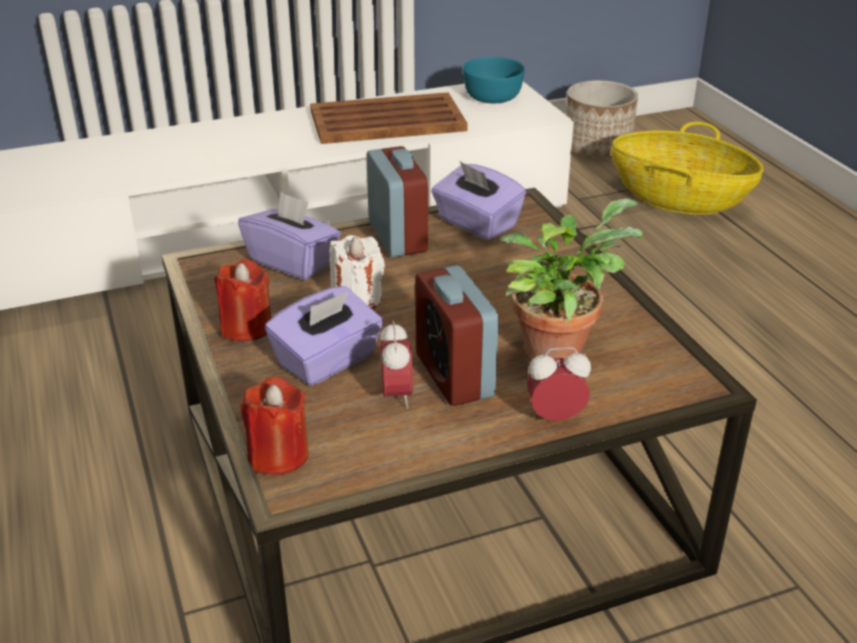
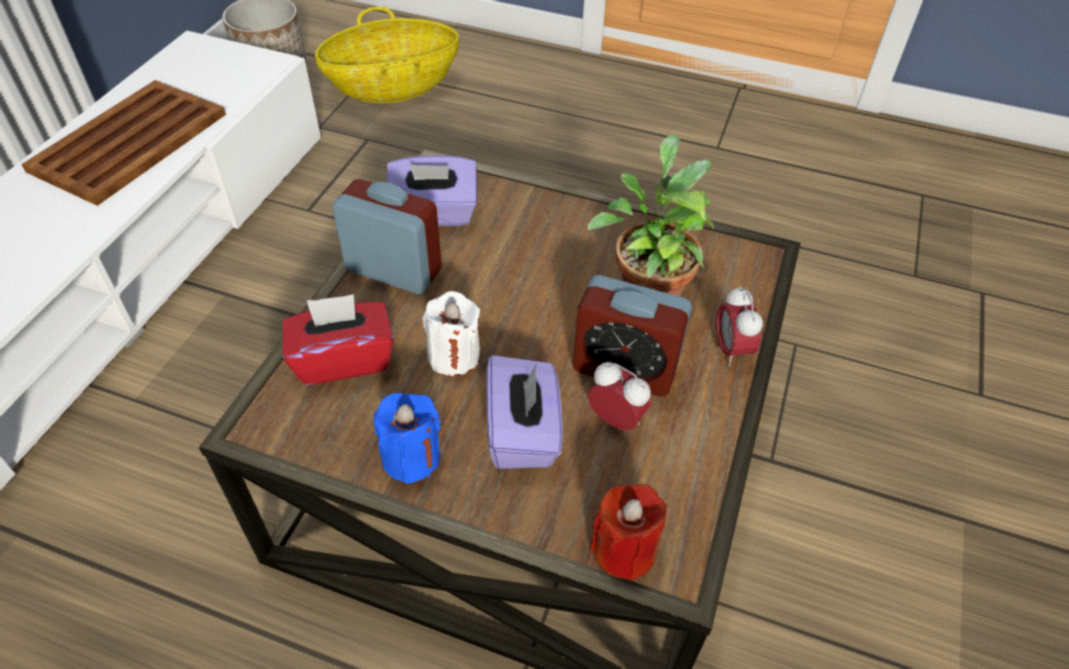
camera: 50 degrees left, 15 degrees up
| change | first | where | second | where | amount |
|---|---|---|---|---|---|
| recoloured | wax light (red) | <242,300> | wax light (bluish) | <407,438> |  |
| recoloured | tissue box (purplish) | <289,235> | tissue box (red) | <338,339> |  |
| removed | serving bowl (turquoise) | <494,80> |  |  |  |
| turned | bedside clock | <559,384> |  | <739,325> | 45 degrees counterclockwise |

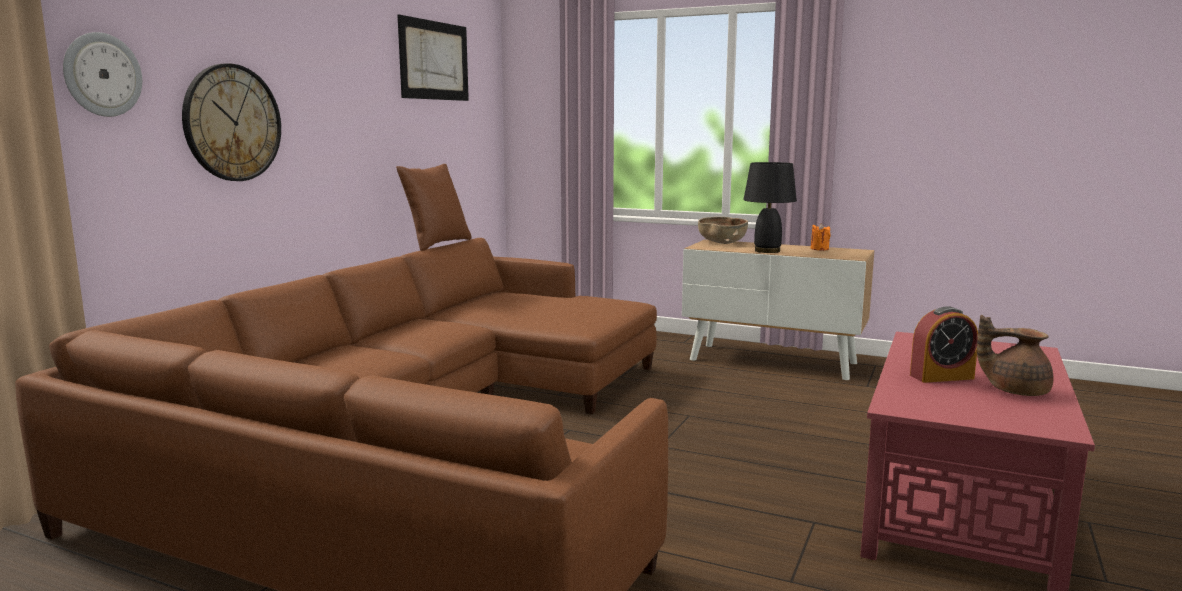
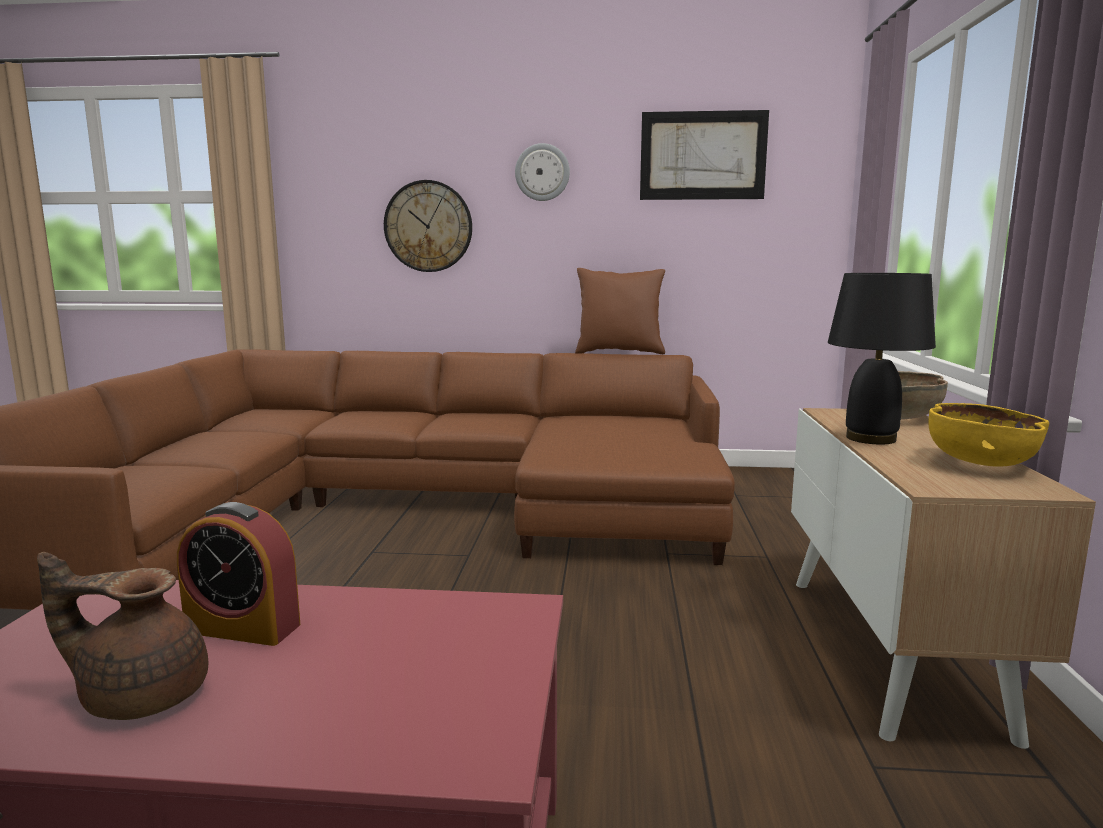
camera: 70 degrees right, 0 degrees up
| change | first | where | second | where | amount |
|---|---|---|---|---|---|
| moved | wall clock | <102,74> |  | <542,172> |  |
| replaced | wax light (orange) | <820,237> | serving bowl (yellow-coloured) | <989,435> |  |
| turned | bedside clock | <944,344> |  | <238,574> | 45 degrees counterclockwise |
| turned | pot for tea (brownish) | <1015,355> |  | <122,636> | 90 degrees counterclockwise |

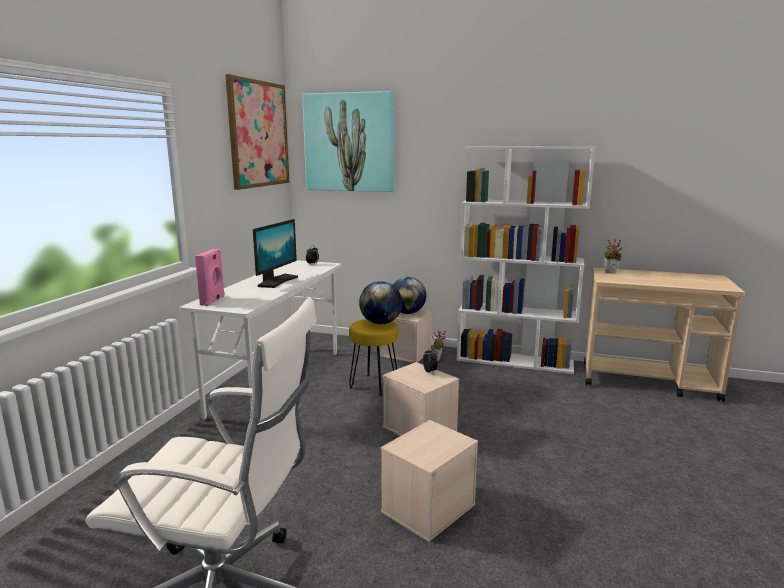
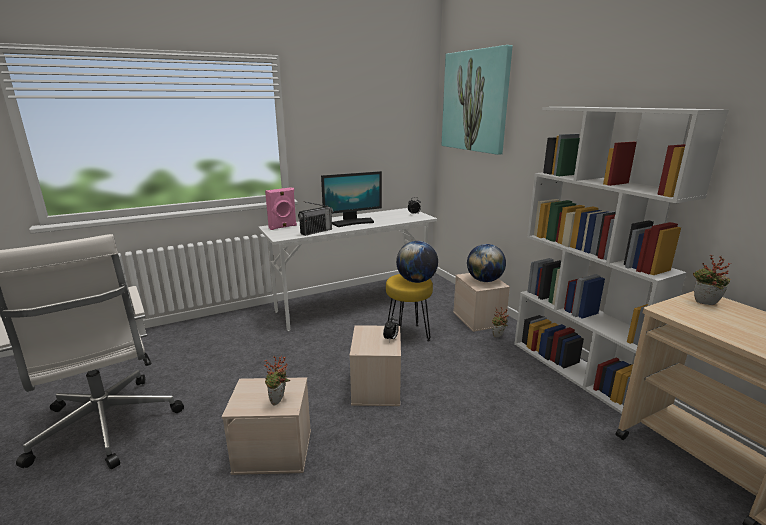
camera: 45 degrees right, 5 degrees up
| change | first | where | second | where | amount |
|---|---|---|---|---|---|
| removed | picture | <257,132> |  |  |  |
| added |  |  | potted plant | <277,381> |  |
| added |  |  | radio set | <315,218> |  |

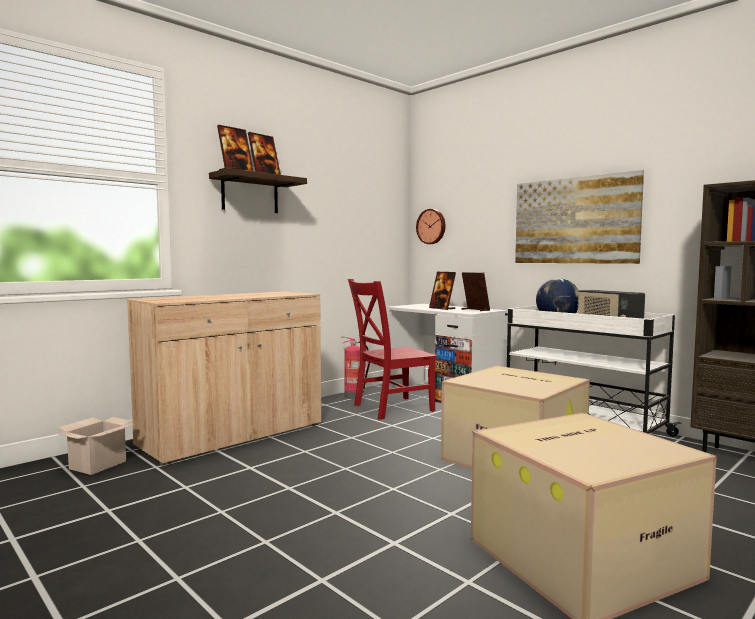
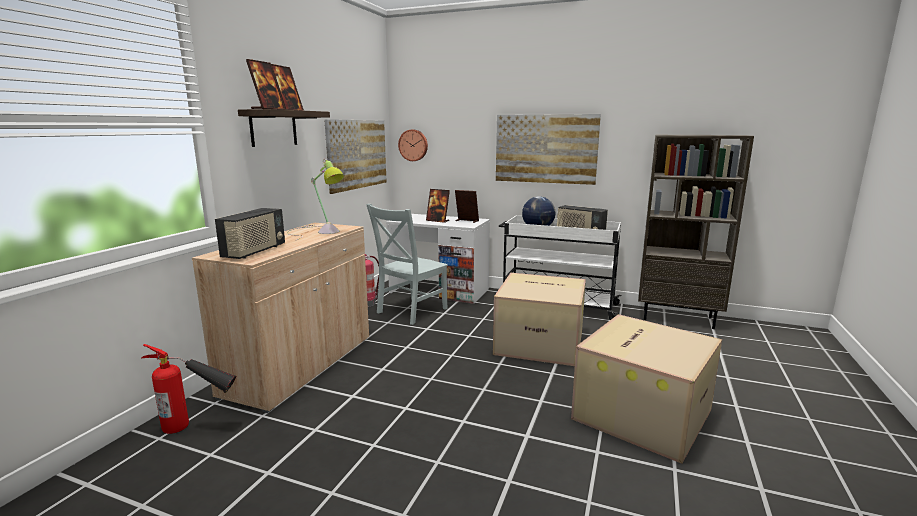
camera: 25 degrees left, 10 degrees up
| change | first | where | second | where | amount |
|---|---|---|---|---|---|
| replaced | cardboard box | <95,446> | fire extinguisher | <188,389> |  |
| recoloured | upright chair (red) | <392,349> | upright chair (grey) | <407,264> |  |
| added |  |  | radio set | <250,233> |  |
| added |  |  | tabletop lamp | <315,199> |  |
| added |  |  | picture | <355,156> |  |

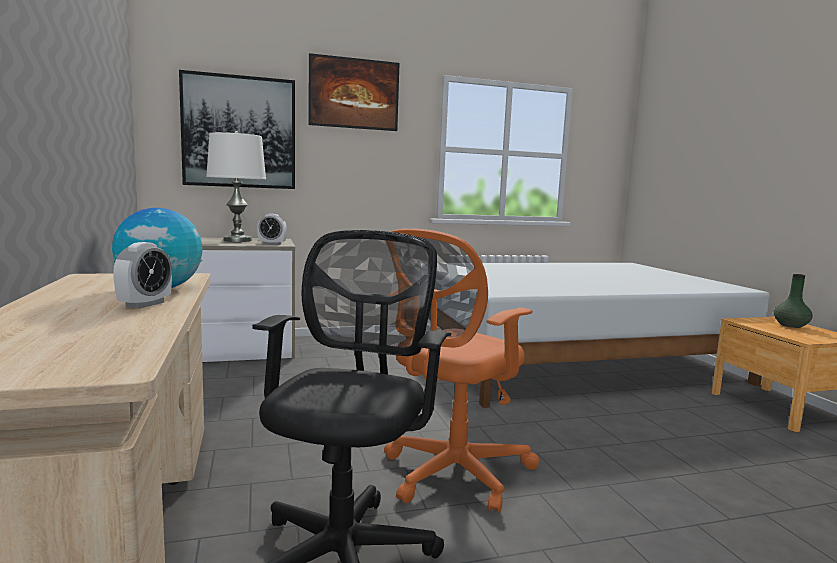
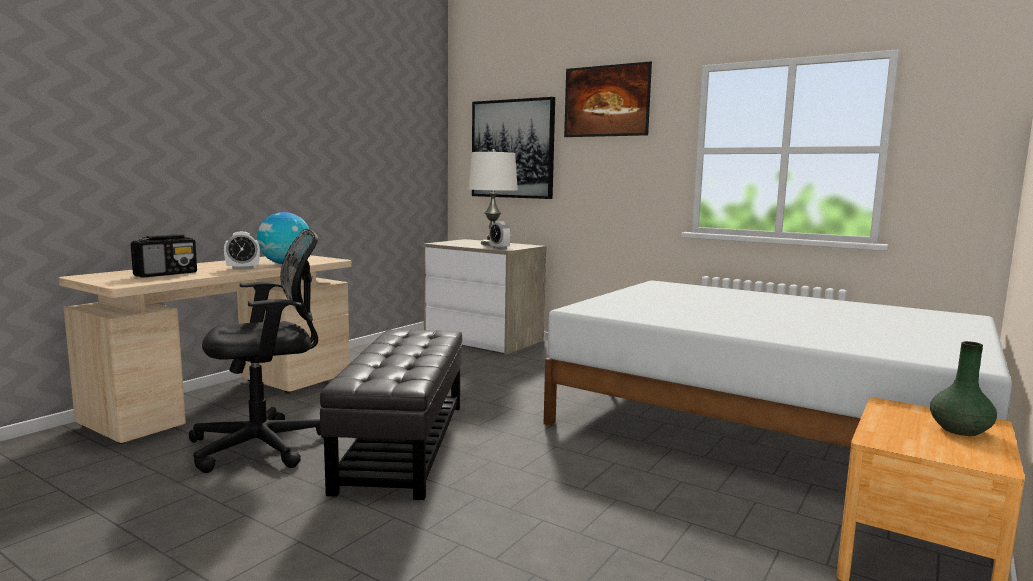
camera: 50 degrees right, 0 degrees up
| change | first | where | second | where | amount |
|---|---|---|---|---|---|
| replaced | computer chair (orange) | <461,371> | footrest (black) | <391,414> |  |
| added |  |  | radio set | <164,256> |  |

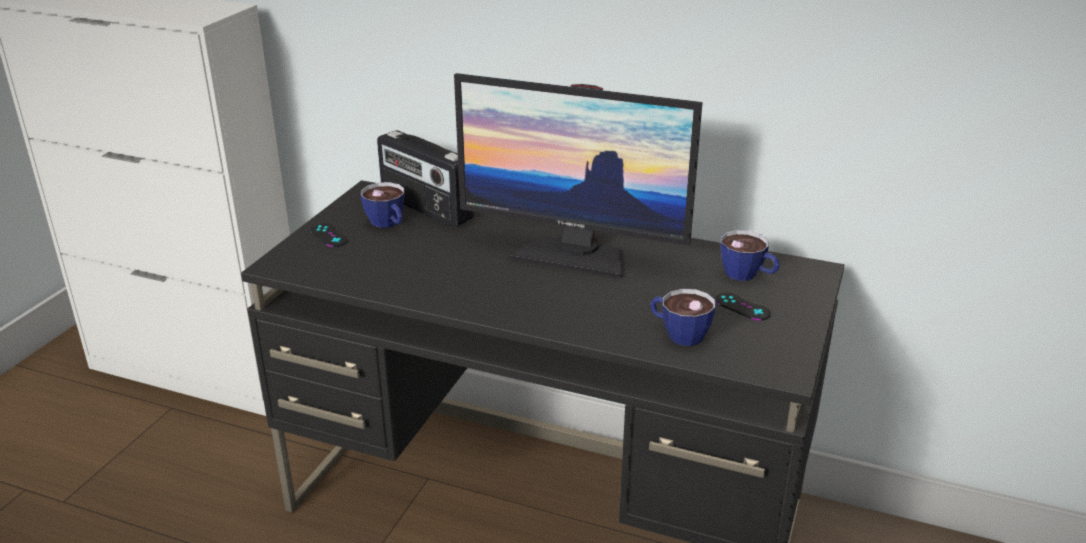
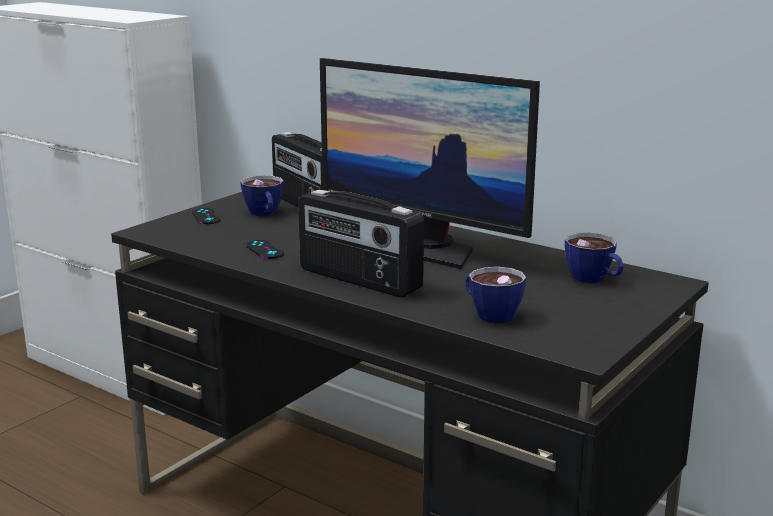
camera: 15 degrees right, 10 degrees down
| change | first | where | second | where | amount |
|---|---|---|---|---|---|
| moved | joypad (black) | <743,306> |  | <265,249> |  |
| added |  |  | radio set | <361,244> |  |

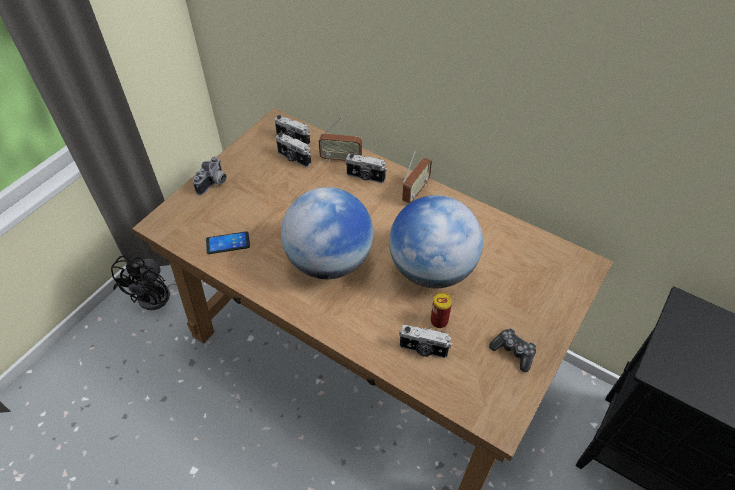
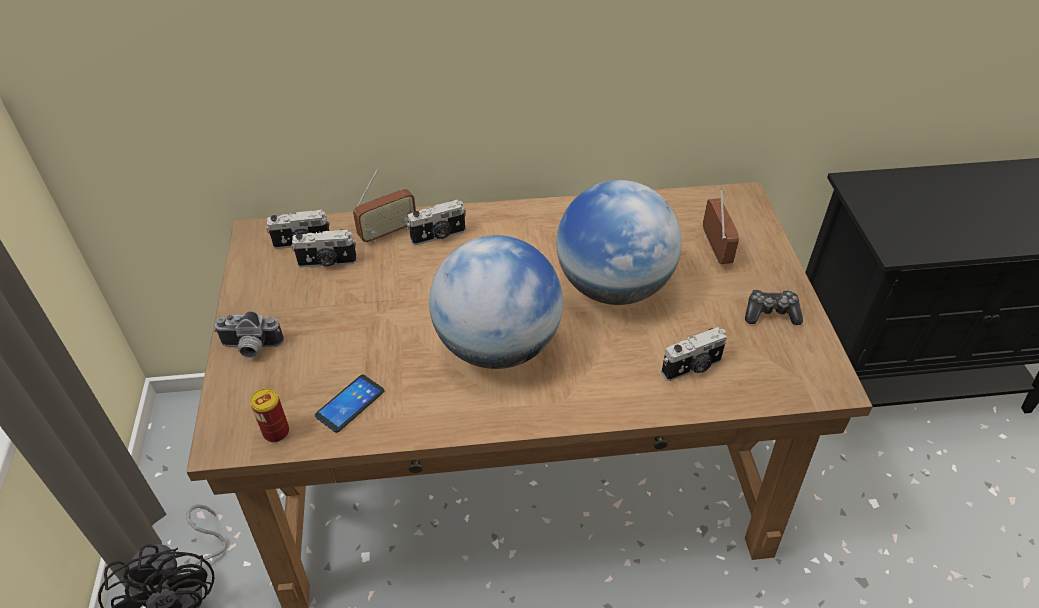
camera: 40 degrees left, 5 degrees down
| change | first | where | second | where | amount |
|---|---|---|---|---|---|
| turned | photo camera | <210,175> |  | <249,334> | 105 degrees clockwise |
| moved | radio set | <417,177> |  | <721,227> |  |
| moved | metal can | <441,310> |  | <269,415> |  |

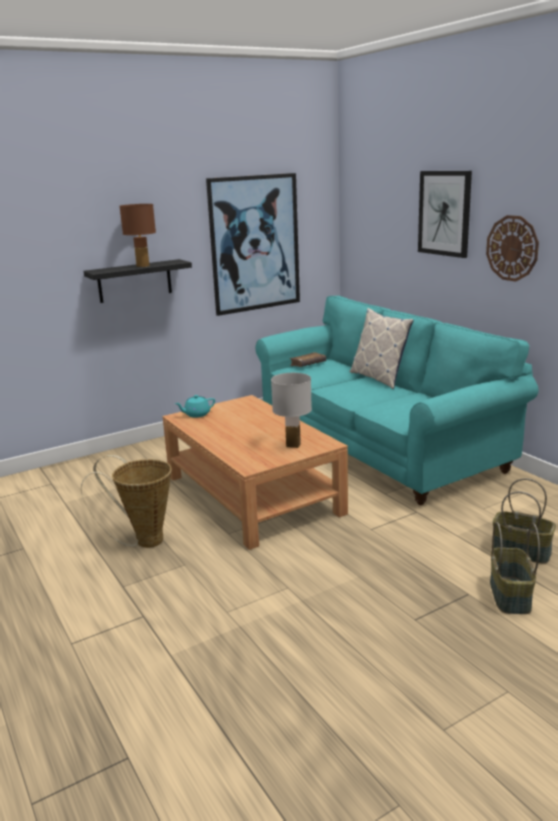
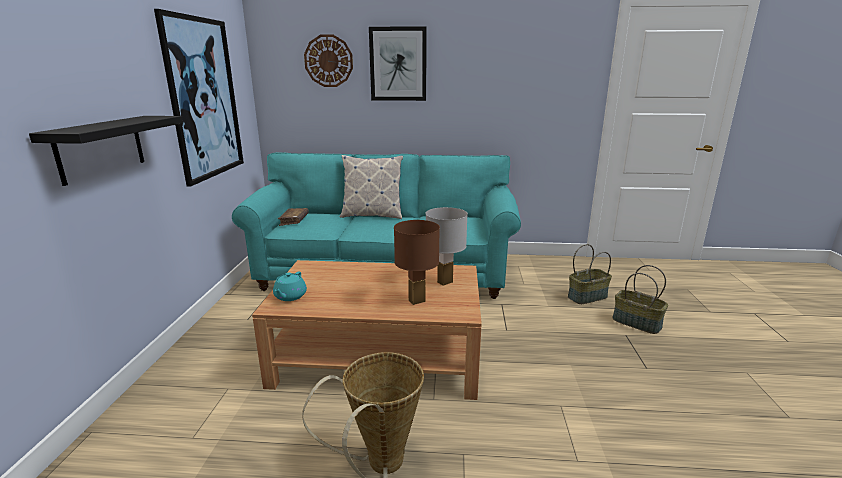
camera: 55 degrees left, 0 degrees up
| change | first | where | second | where | amount |
|---|---|---|---|---|---|
| moved | tabletop lamp (brownish) | <137,235> |  | <417,262> |  |
| moved | wall clock | <512,248> |  | <328,61> |  |

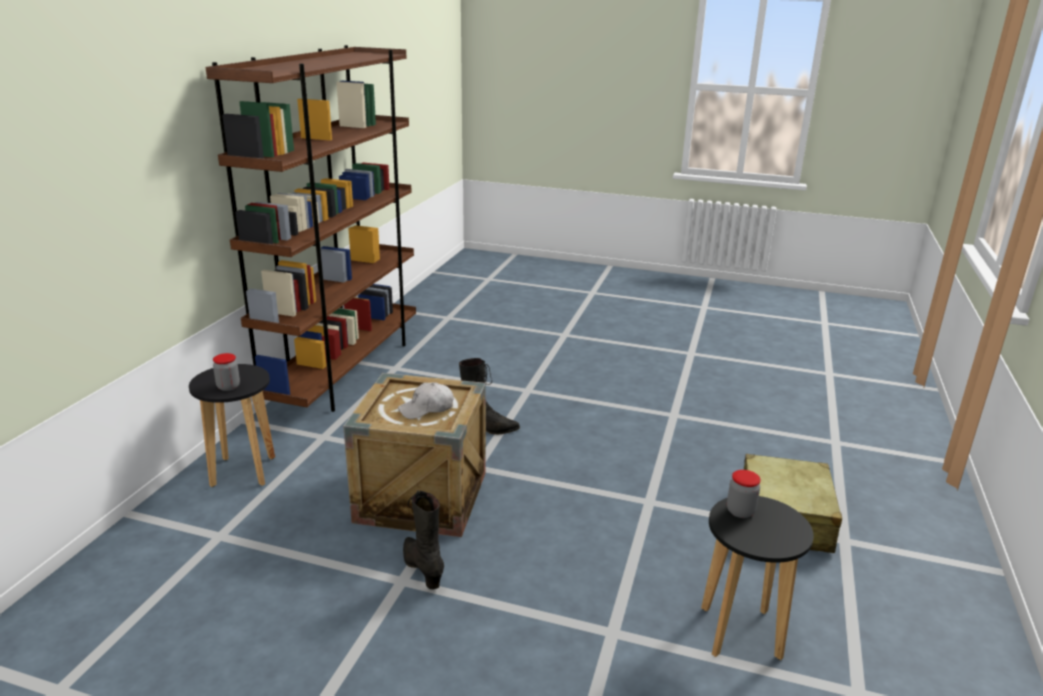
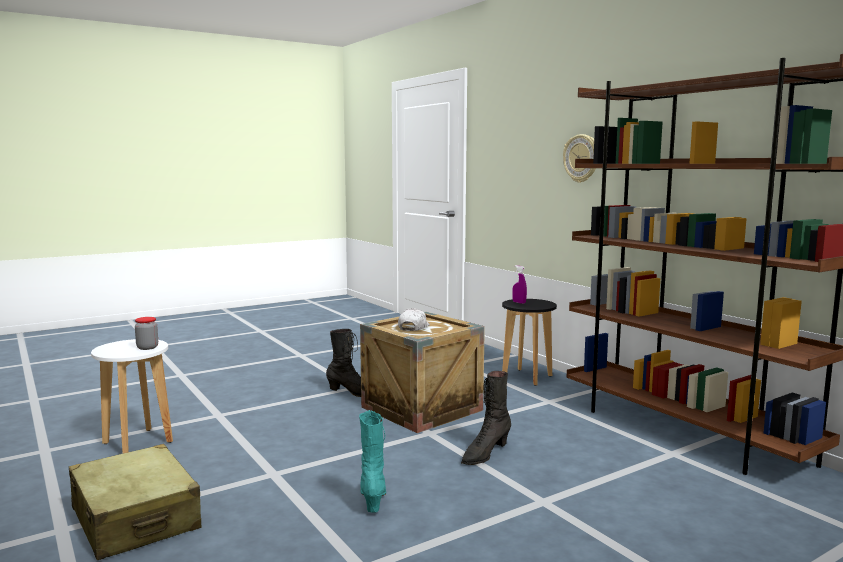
camera: 130 degrees right, 15 degrees down
| change | first | where | second | where | amount |
|---|---|---|---|---|---|
| replaced | preserve jar | <226,372> | sprayer (purplish) | <519,284> |  |
| recoloured | stool (black) | <757,578> | stool (white) | <132,396> |  |
| added |  |  | boot (turquoise) | <372,461> |  |
| added |  |  | wall clock | <579,158> |  |

